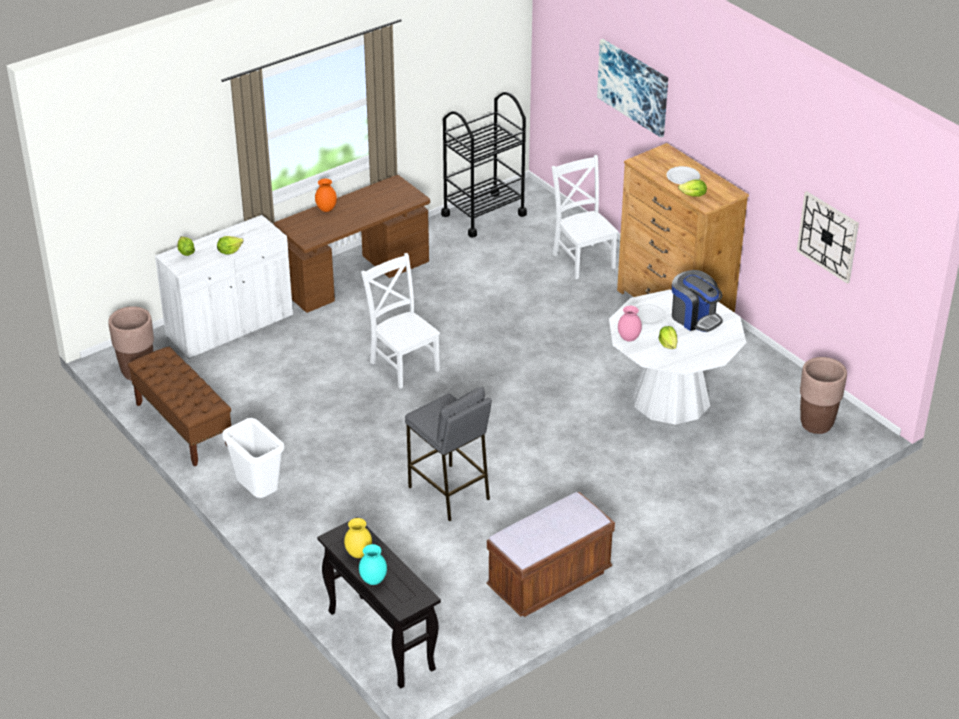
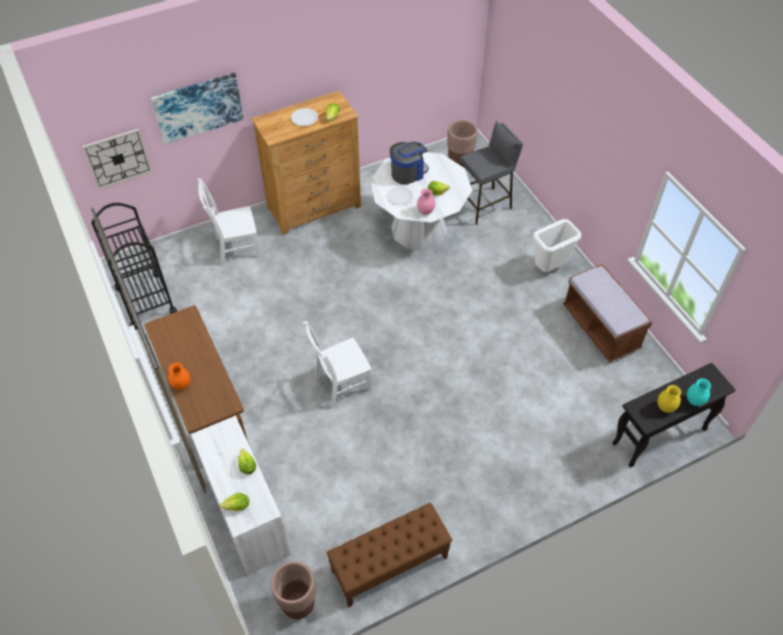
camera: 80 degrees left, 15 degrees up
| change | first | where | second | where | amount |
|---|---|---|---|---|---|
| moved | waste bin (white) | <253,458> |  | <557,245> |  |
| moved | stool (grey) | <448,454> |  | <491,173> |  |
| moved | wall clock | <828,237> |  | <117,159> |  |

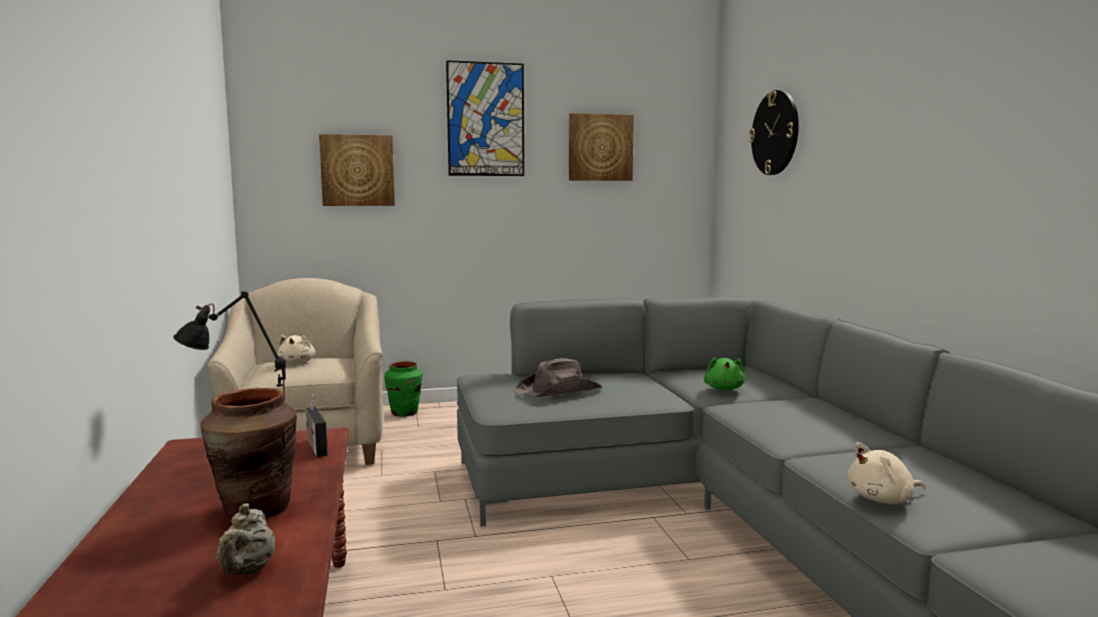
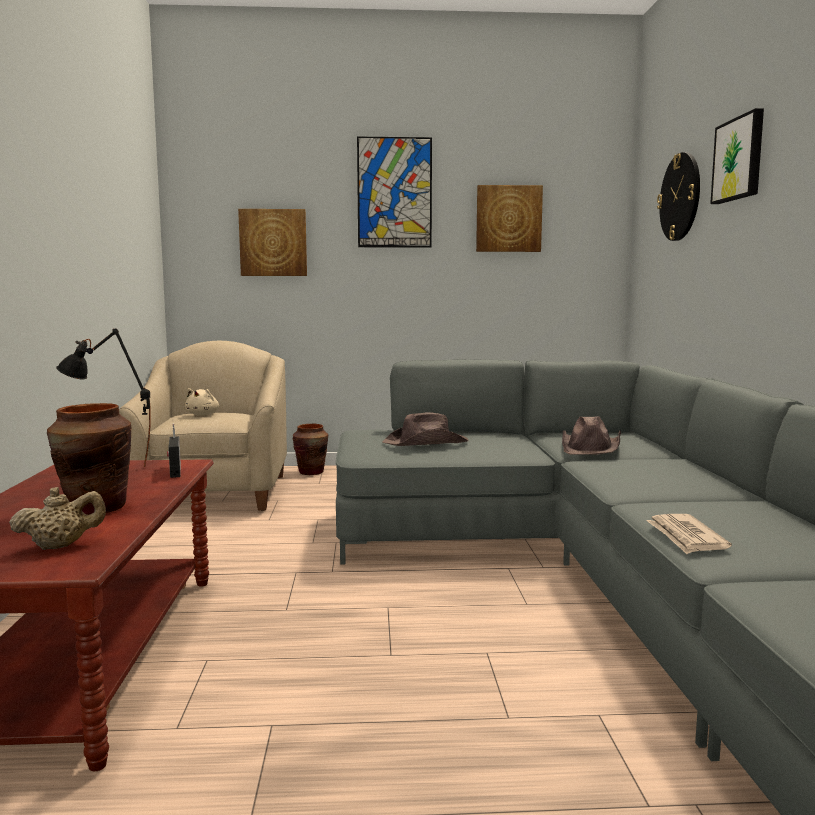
camera: 10 degrees right, 0 degrees up
| change | first | where | second | where | amount |
|---|---|---|---|---|---|
| turned | pot for tea (beige) | <245,539> |  | <57,518> | 120 degrees counterclockwise |
| recoloured | decorative vase (green) | <403,389> | decorative vase (brownish) | <310,449> |  |
| replaced | soft toy (green) | <724,374> | clothing hat (brownish) | <591,435> |  |
| replaced | soft toy (beige) | <886,473> | daily paper | <689,534> |  |
| added |  |  | picture | <737,156> |  |

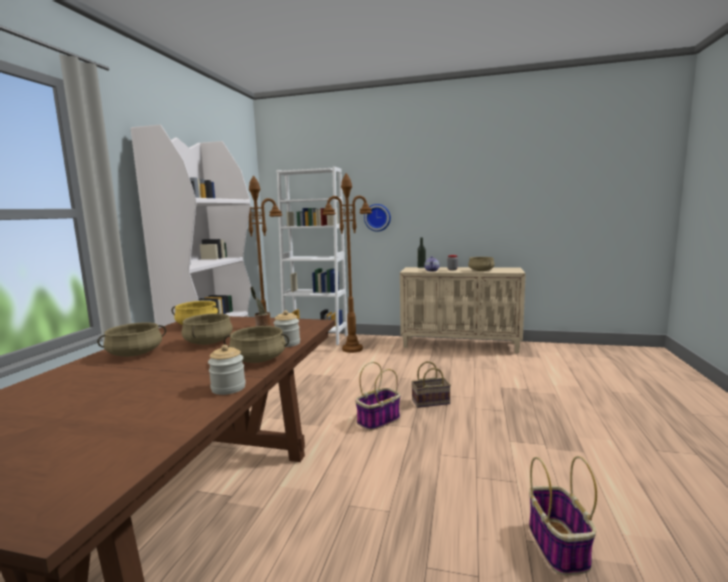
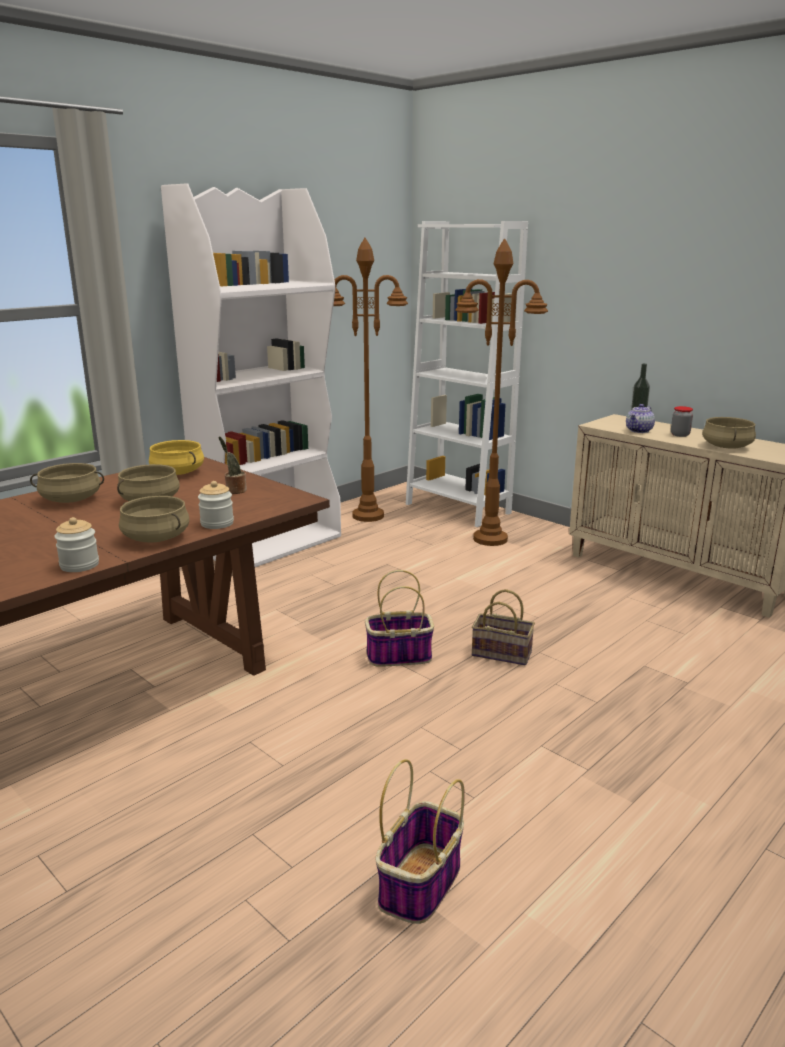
camera: 30 degrees right, 10 degrees up
| change | first | where | second | where | amount |
|---|---|---|---|---|---|
| removed | wall clock | <377,218> |  |  |  |

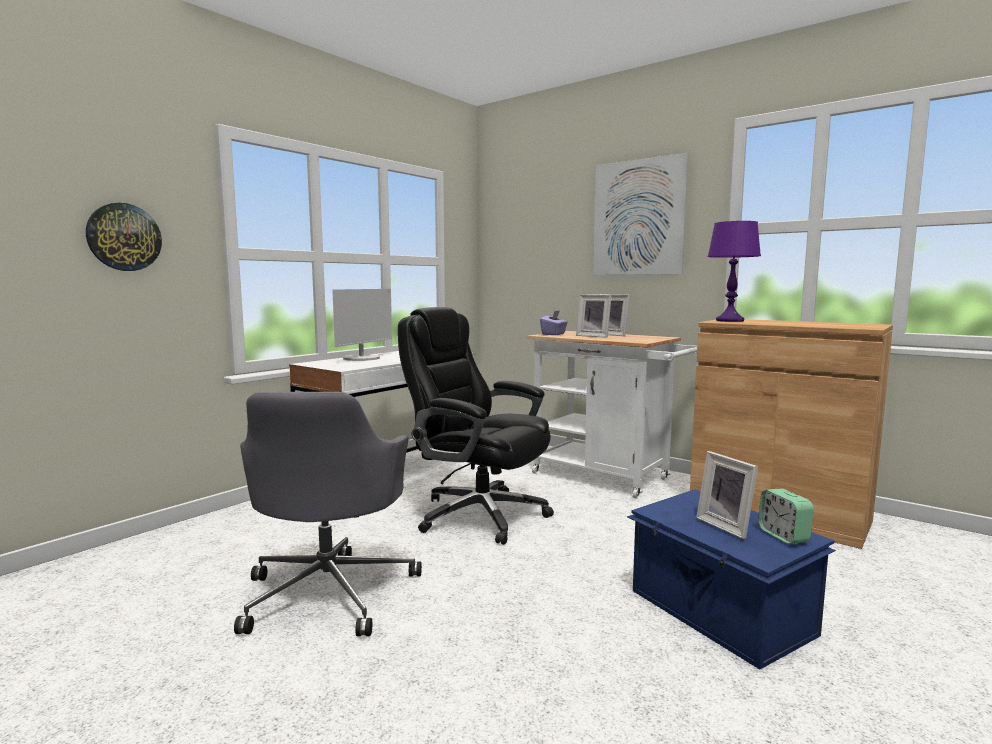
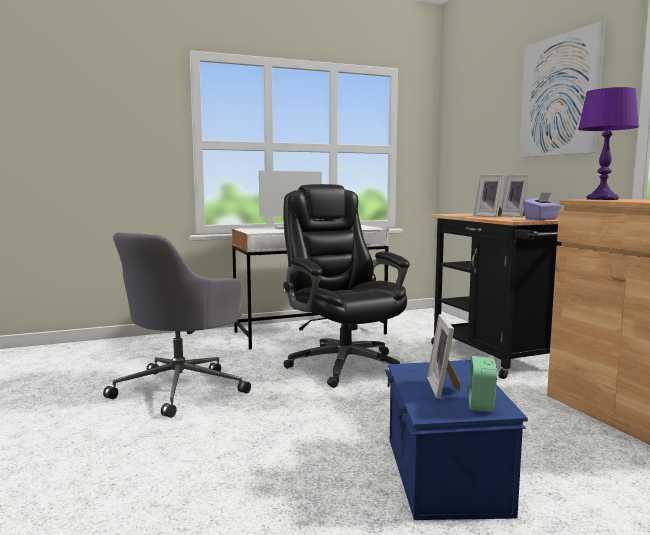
camera: 30 degrees right, 0 degrees up
| change | first | where | second | where | amount |
|---|---|---|---|---|---|
| removed | wall clock | <124,237> |  |  |  |
| recoloured | trolley (white) | <612,415> | trolley (black) | <496,296> |  |
| moved | tissue box (purplish) | <554,323> |  | <542,206> |  |

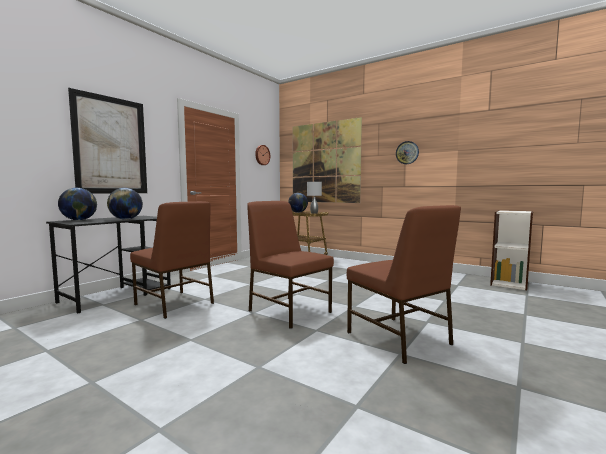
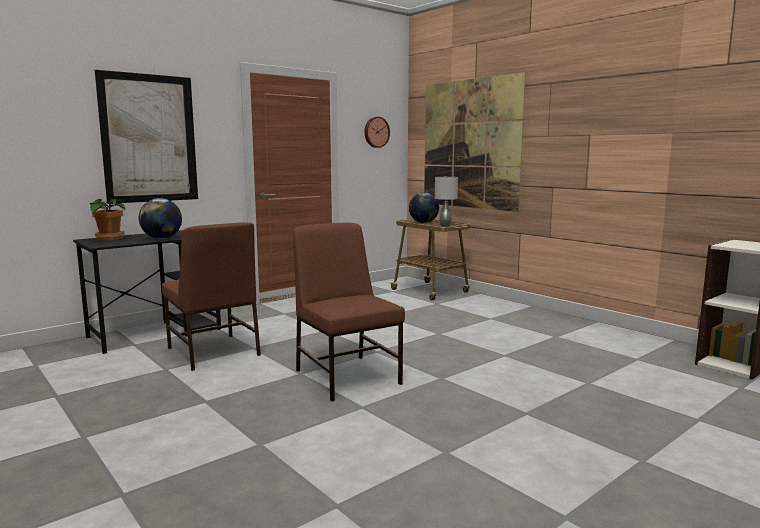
camera: 15 degrees right, 5 degrees up
| change | first | where | second | where | amount |
|---|---|---|---|---|---|
| replaced | desk globe | <77,204> | potted plant | <107,219> |  |
| removed | upright chair (brownish) | <404,284> |  |  |  |
| removed | wall clock | <407,152> |  |  |  |

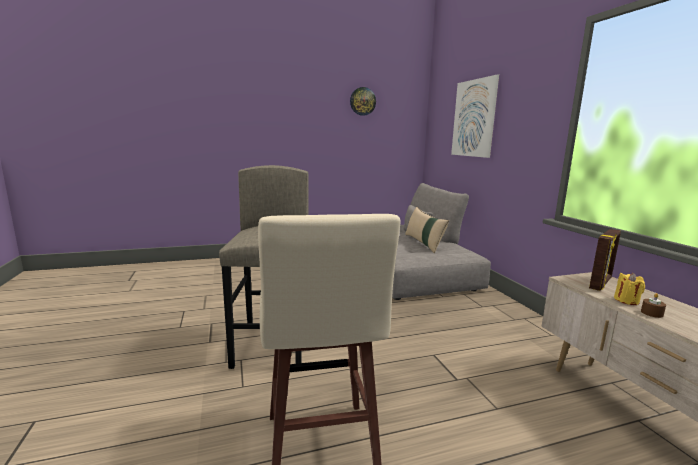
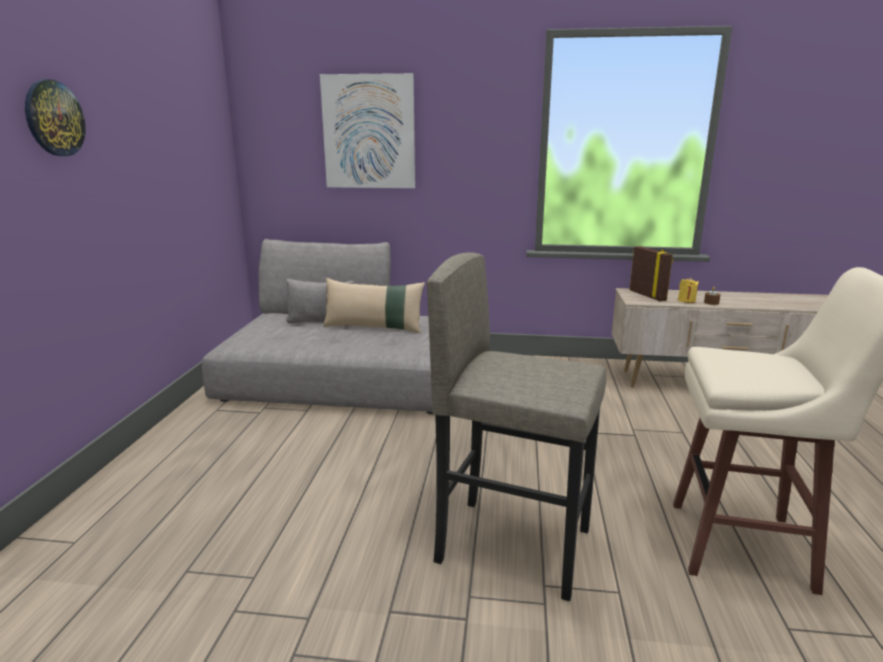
camera: 65 degrees left, 5 degrees up
| change | first | where | second | where | amount |
|---|---|---|---|---|---|
| moved | wall clock | <363,101> |  | <55,117> |  |

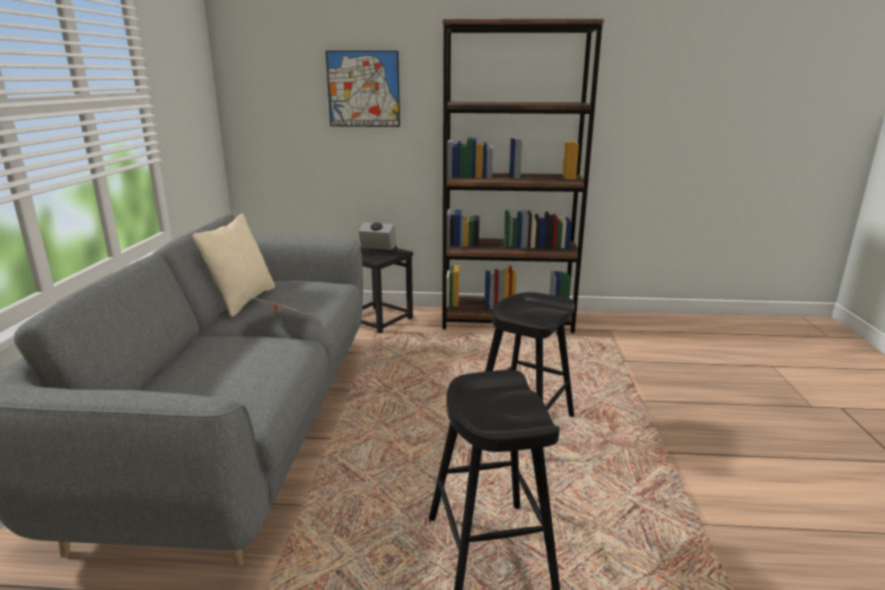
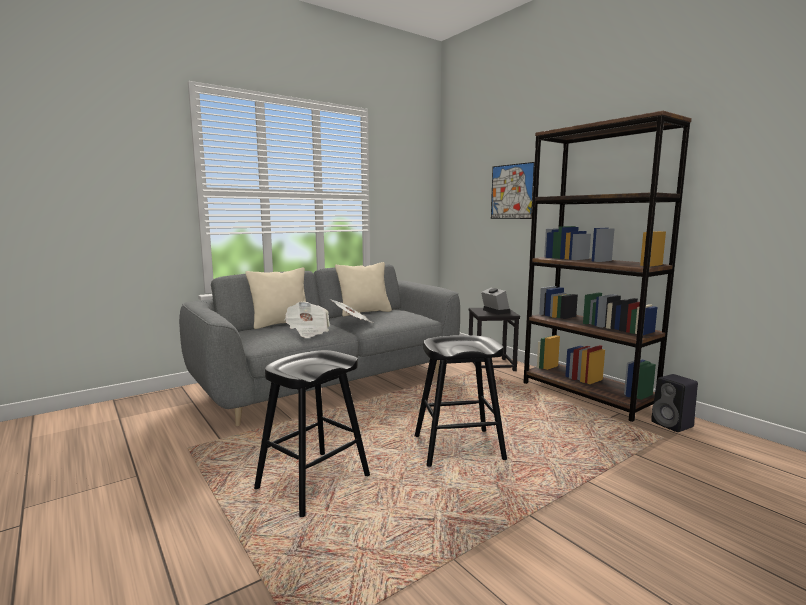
camera: 50 degrees right, 10 degrees down
| change | first | where | second | where | amount |
|---|---|---|---|---|---|
| added |  |  | throw pillow (beige) | <276,298> |  |
| added |  |  | daily paper | <307,320> |  |
| added |  |  | audio speaker (black) | <674,403> |  |

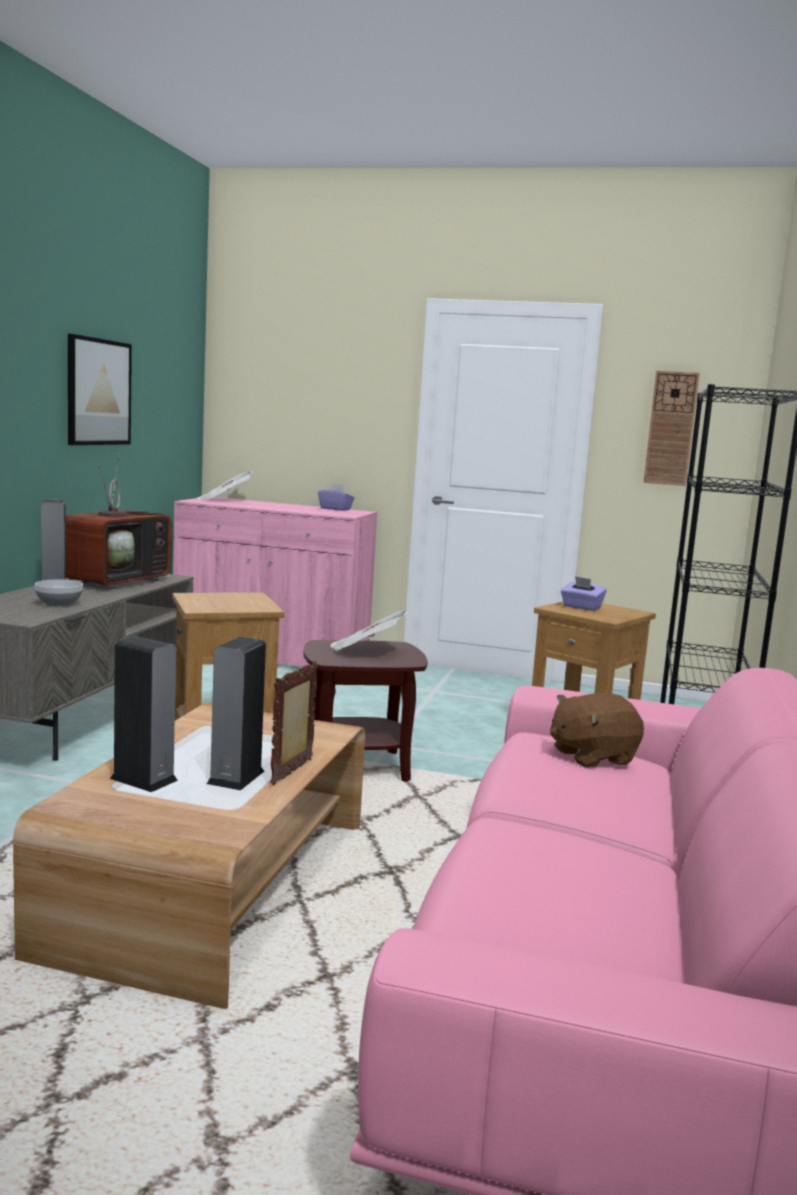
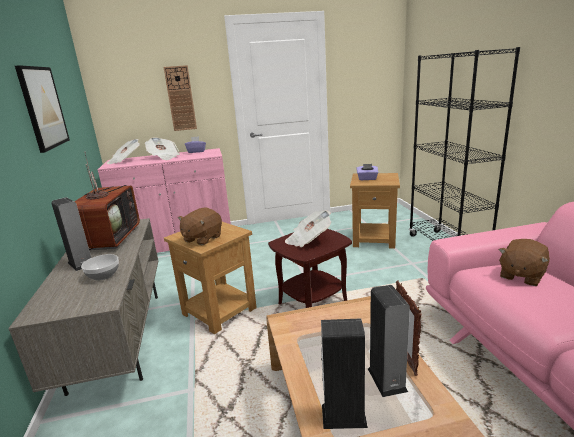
camera: 25 degrees left, 10 degrees up
| change | first | where | second | where | amount |
|---|---|---|---|---|---|
| moved | wall clock | <671,428> |  | <180,98> |  |
| added |  |  | daily paper | <162,148> |  |
| added |  |  | soft toy (brownish) | <200,226> |  |

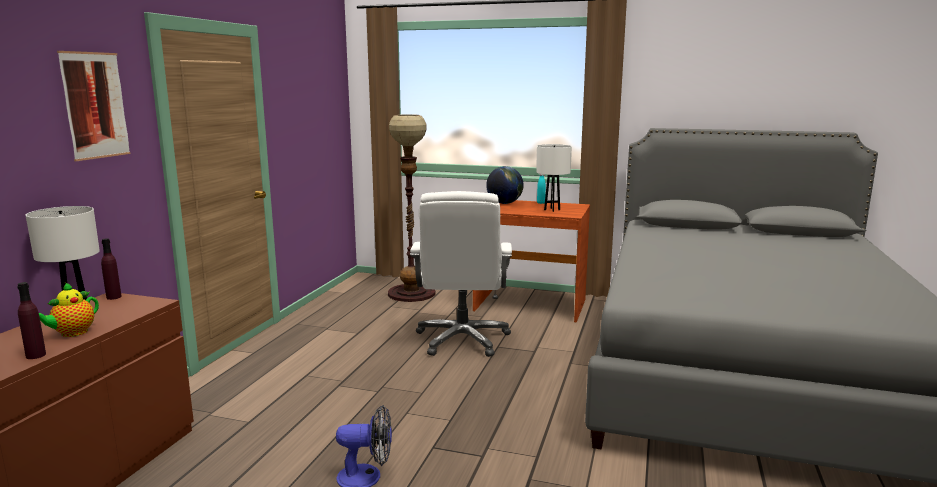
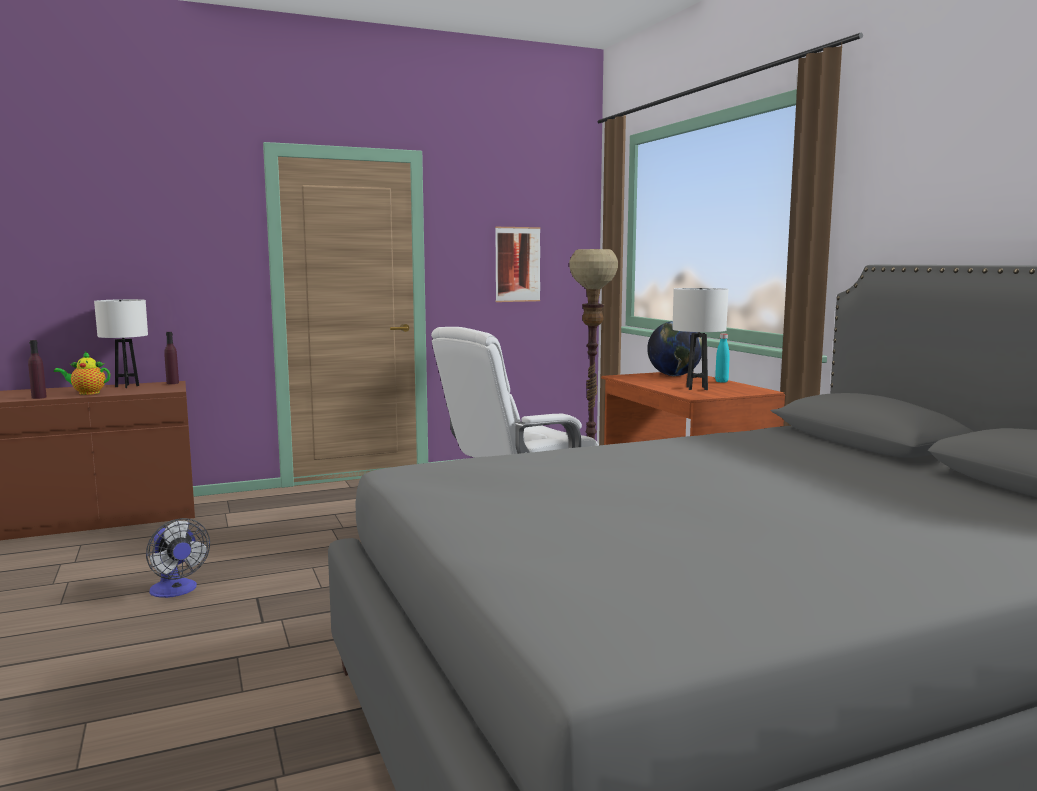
camera: 50 degrees right, 5 degrees down
| change | first | where | second | where | amount |
|---|---|---|---|---|---|
| moved | picture | <94,106> |  | <518,264> |  |

